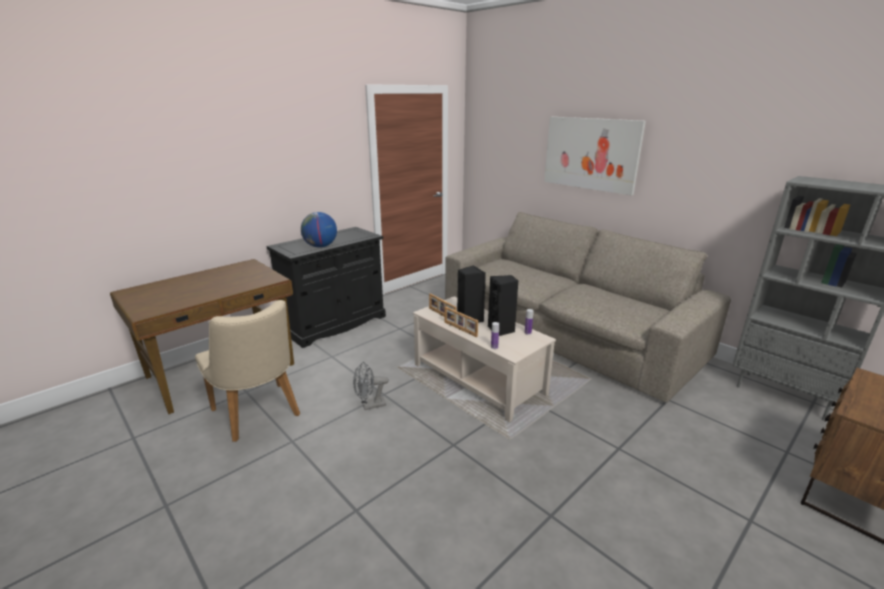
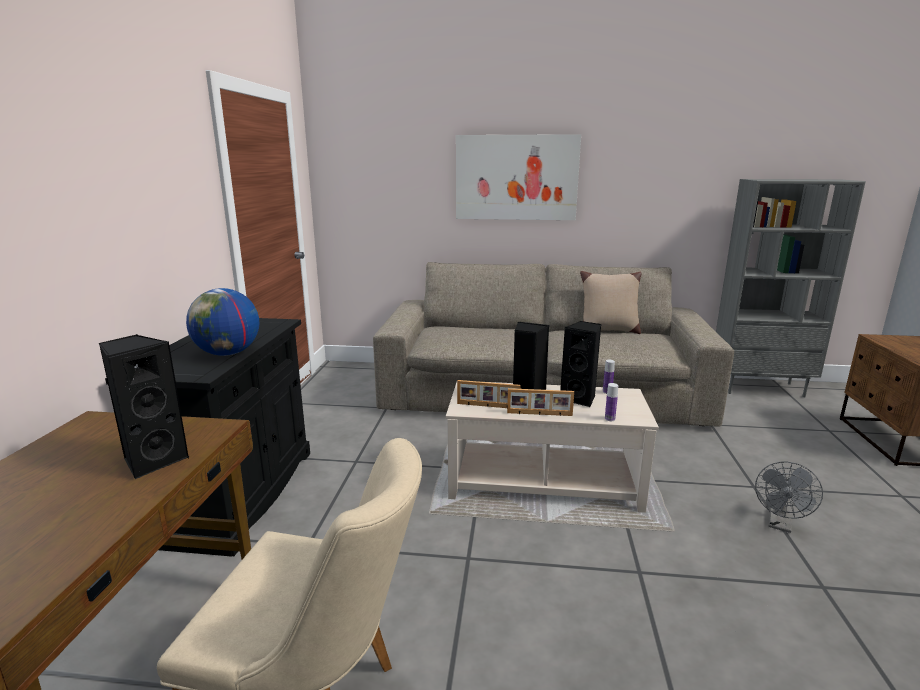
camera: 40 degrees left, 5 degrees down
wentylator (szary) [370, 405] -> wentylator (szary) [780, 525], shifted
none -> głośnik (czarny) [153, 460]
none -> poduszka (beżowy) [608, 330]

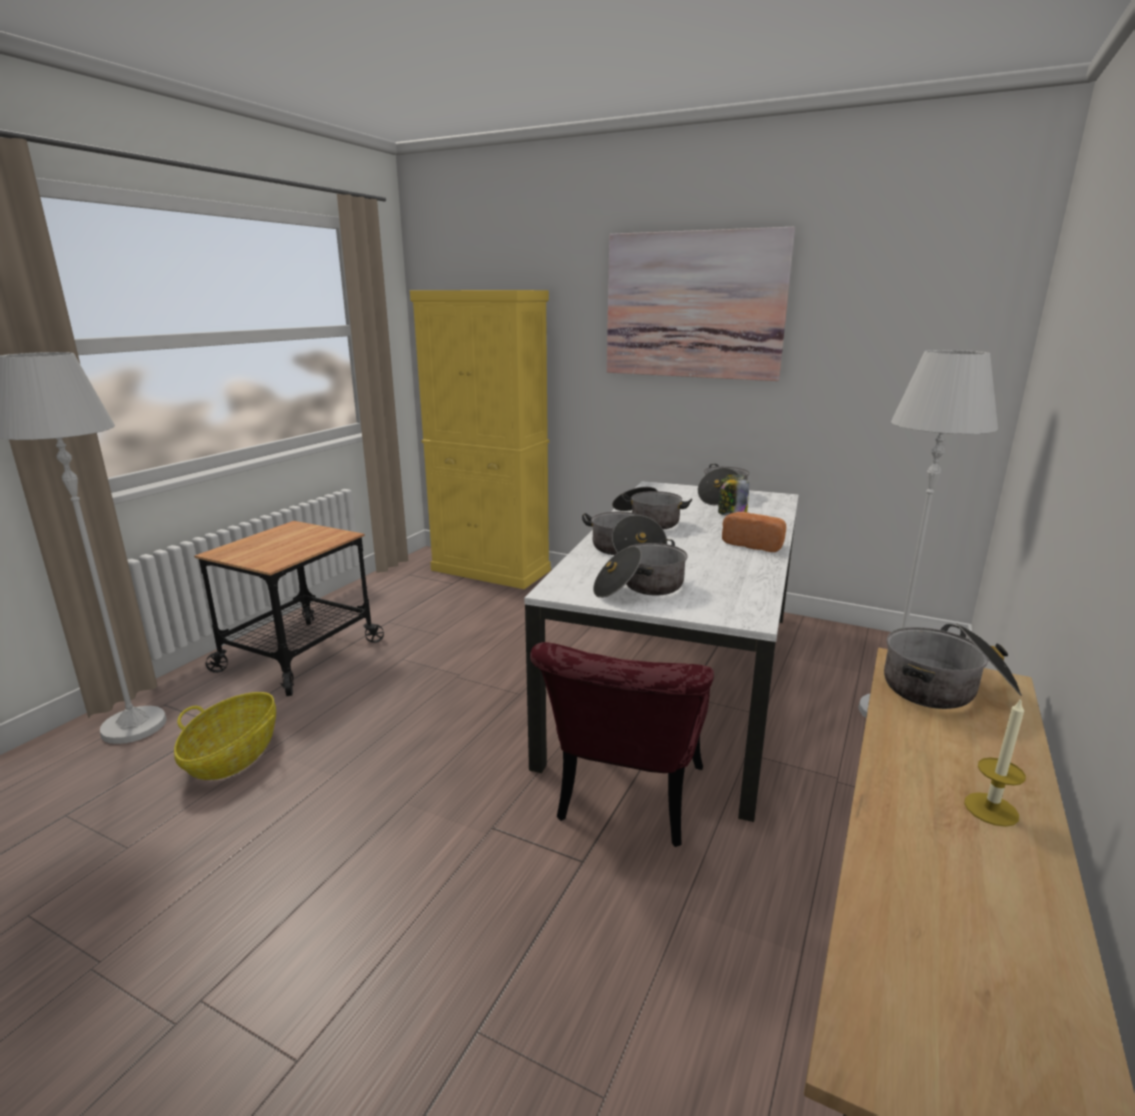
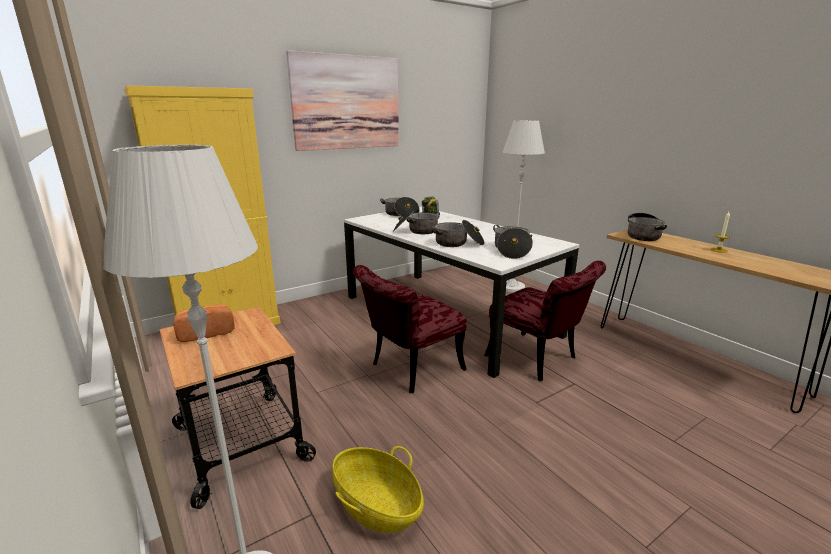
camera: 60 degrees left, 0 degrees up
chleb [755, 544] -> chleb [206, 332], shifted
none -> krzesło (czerwony) [409, 370]

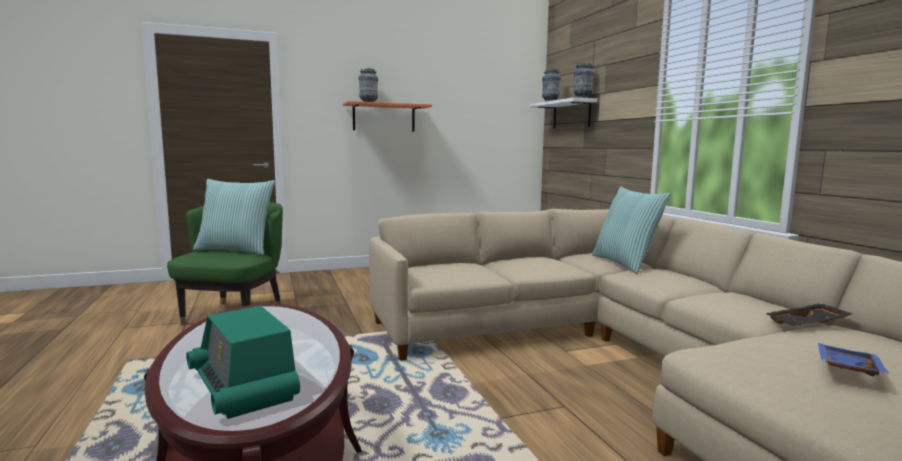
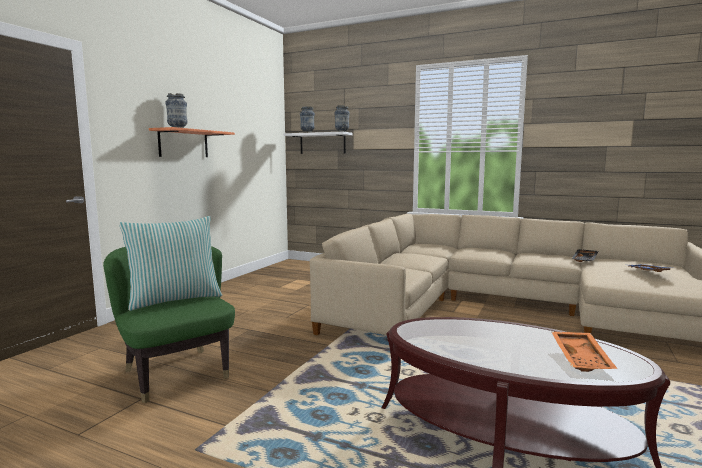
camera: 45 degrees left, 0 degrees up
radio [243, 386] -> taca (pomarańczowy) [582, 358]
poduszka [625, 264] -> none

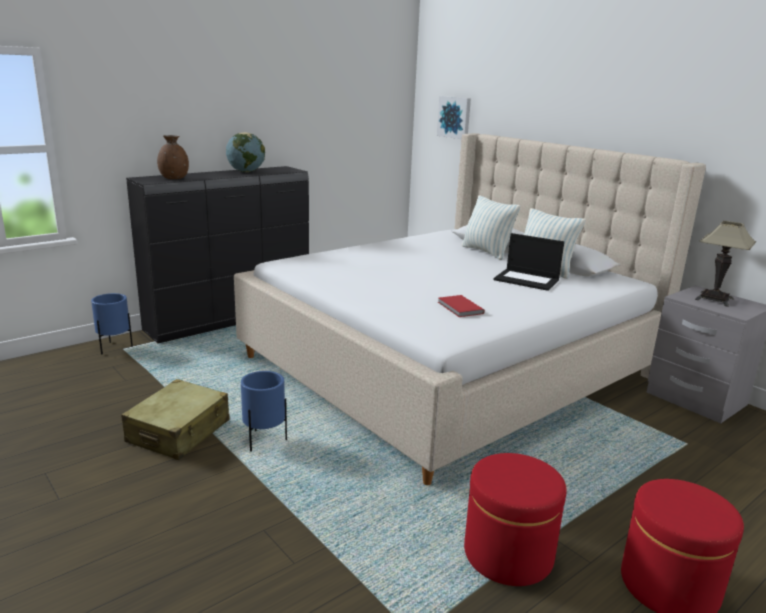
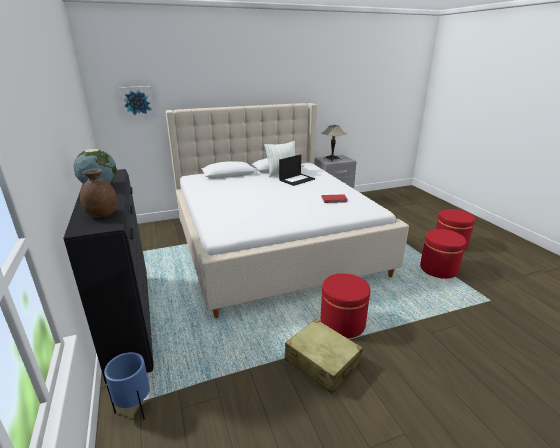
camera: 70 degrees left, 5 degrees up
donica (niebieski) [264, 441] -> pufa (czerwony) [342, 323]
poduszka [486, 252] -> none

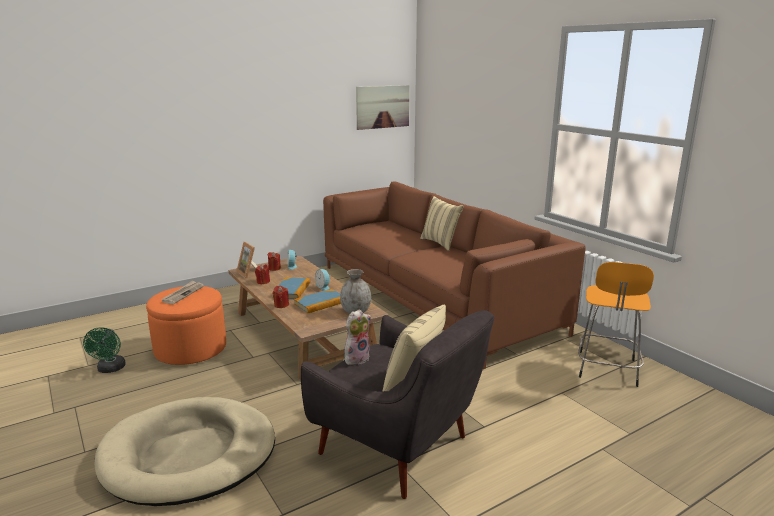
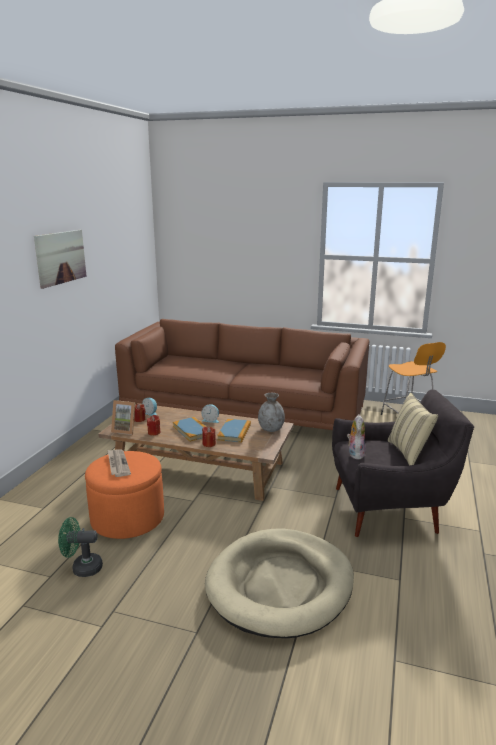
camera: 40 degrees left, 0 degrees up
wentylator (zielony) [110, 369] -> wentylator (zielony) [82, 568], 135 degrees clockwise
obraz [382, 107] -> obraz [61, 257], shifted
poduszka (beżowy) [441, 243] -> none

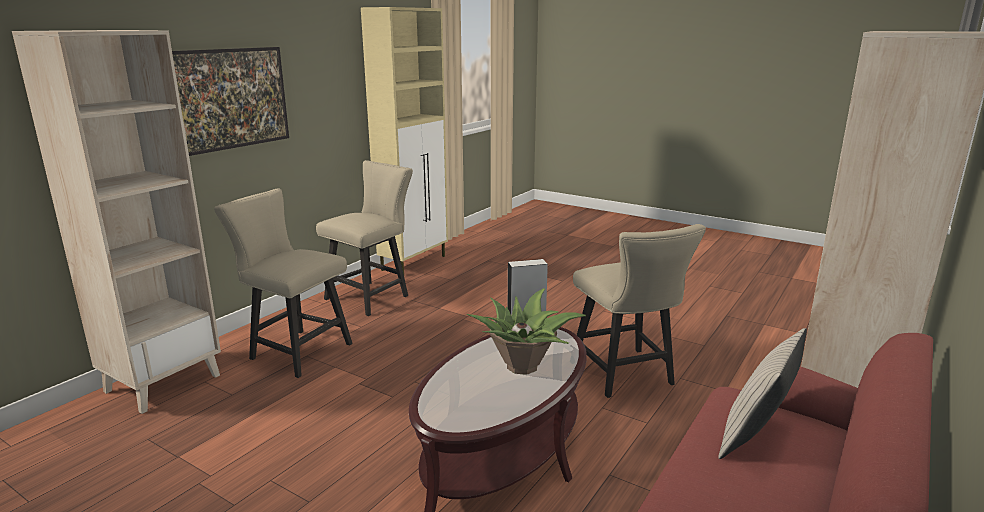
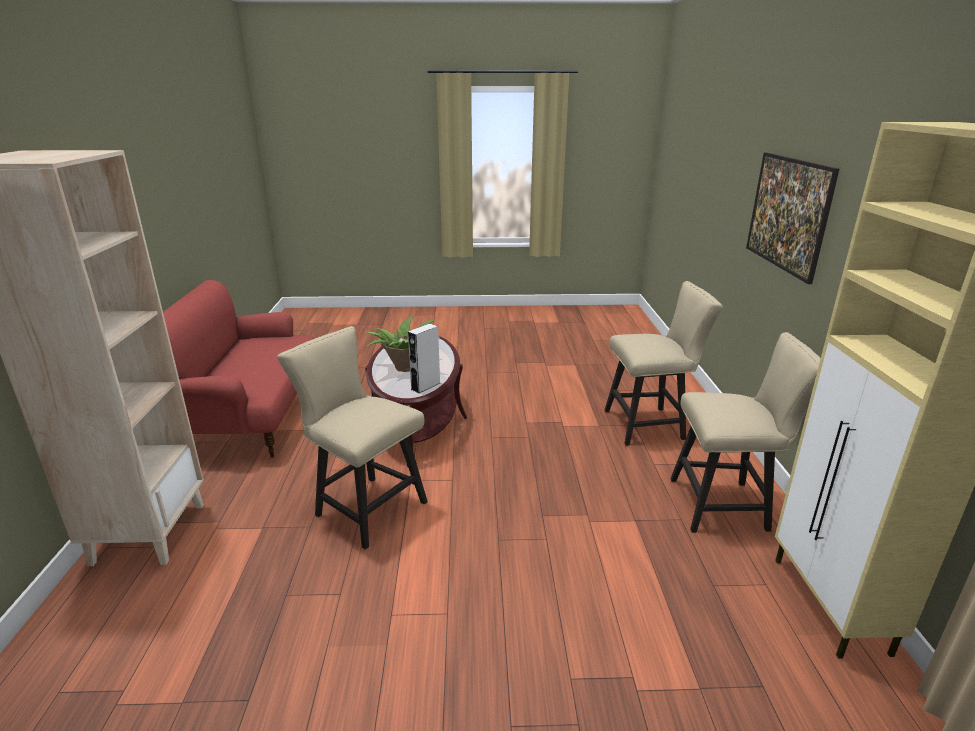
camera: 145 degrees right, 5 degrees up
regał (beżowy) [163, 382] -> none
krzesło (beżowy) [372, 296] -> krzesło (beżowy) [726, 505], 90 degrees counterclockwise
poduszka (beżowy) [756, 436] -> none

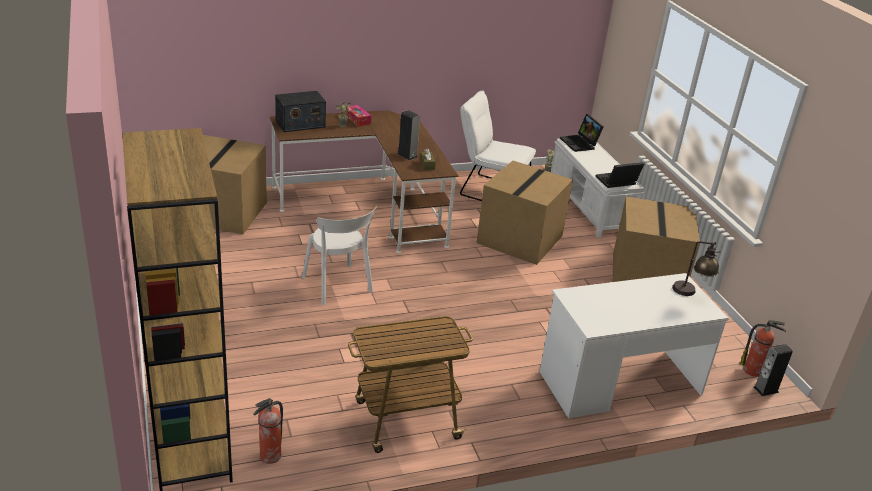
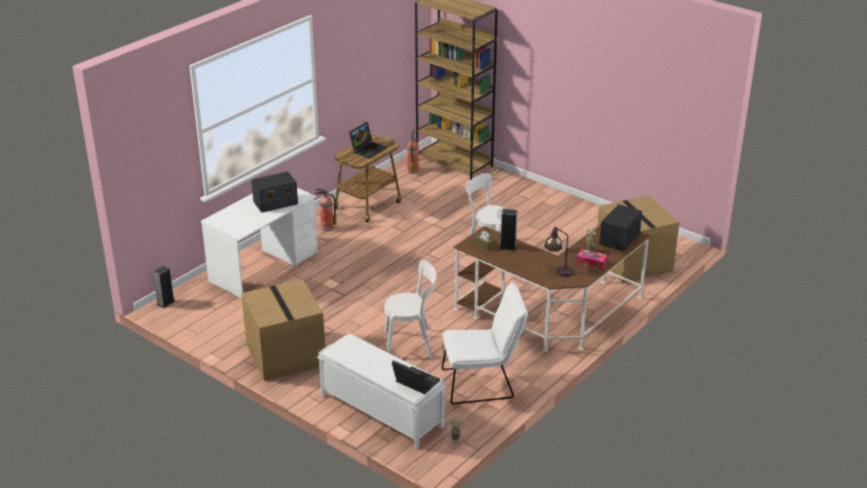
camera: 150 degrees right, 0 degrees up
karton [519, 238] -> krzesło (biały) [411, 343]
laptop [616, 182] -> laptop [367, 149], shifted
lampa stołowa [690, 294] -> lampa stołowa [558, 270], shifted
gaśnica [753, 371] -> gaśnica [326, 228], shifted
none -> radio [275, 202]

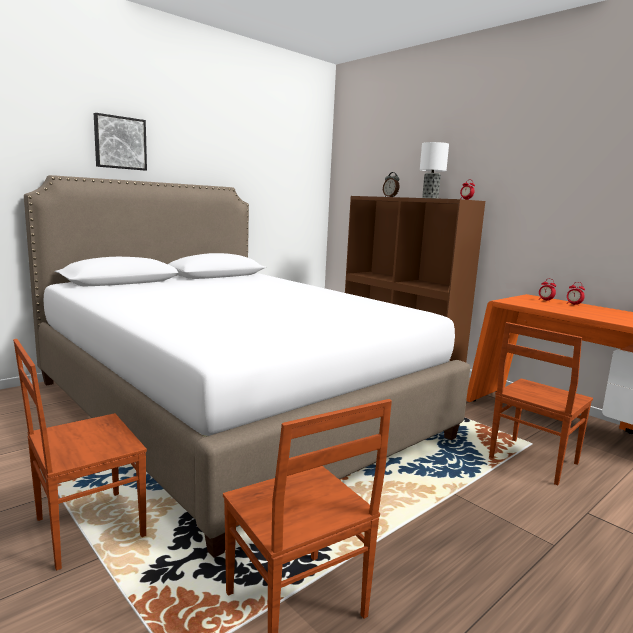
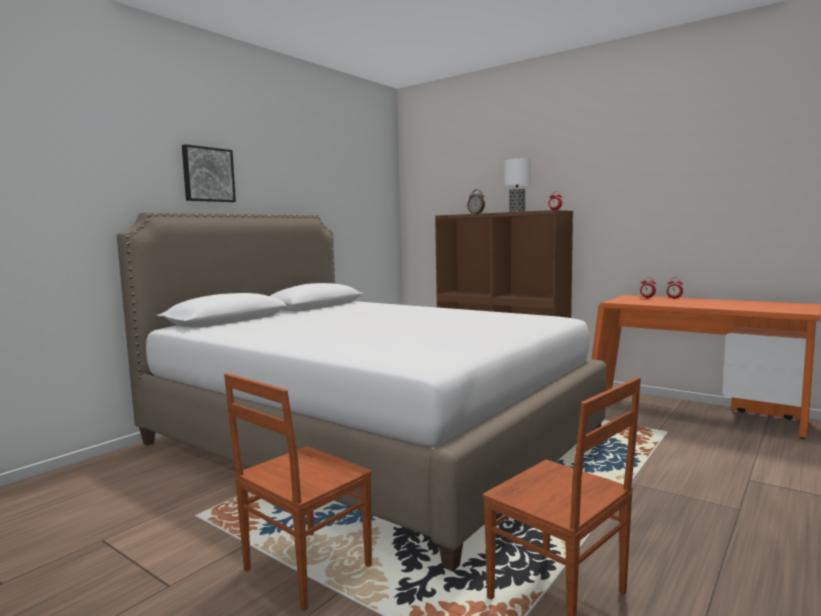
camera: 10 degrees left, 5 degrees down
krzesło (brązowy) [531, 461] -> none

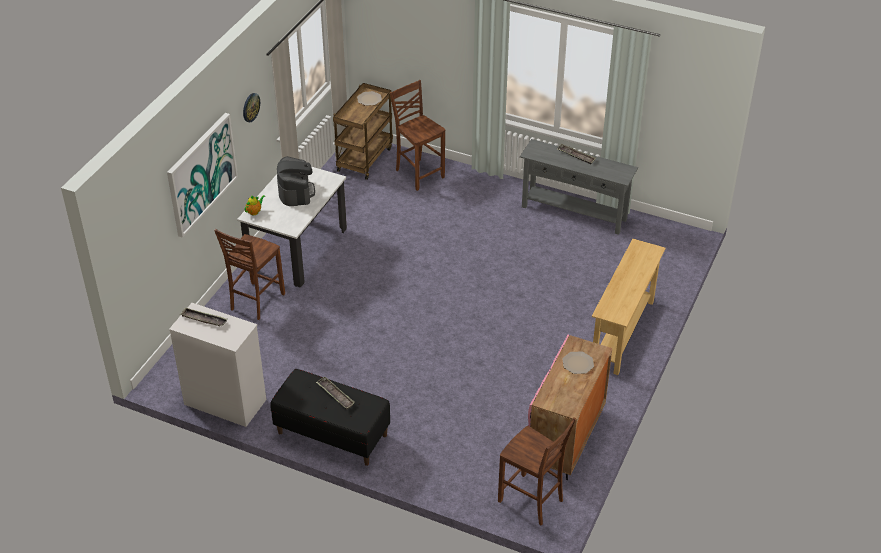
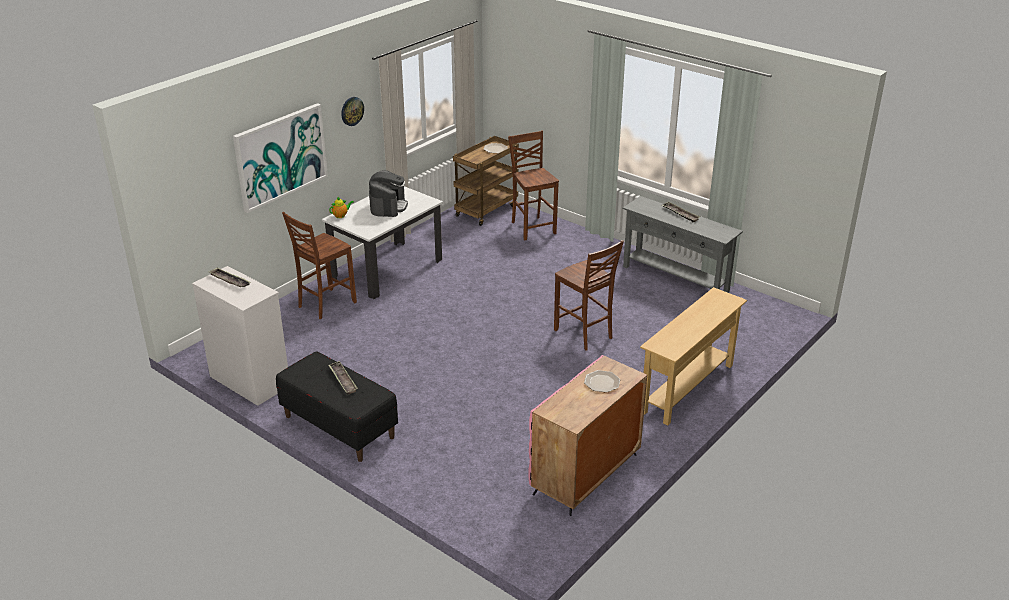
camera: 15 degrees right, 10 degrees down
krzesło (brązowy) [532, 501] -> krzesło (brązowy) [584, 334], shifted

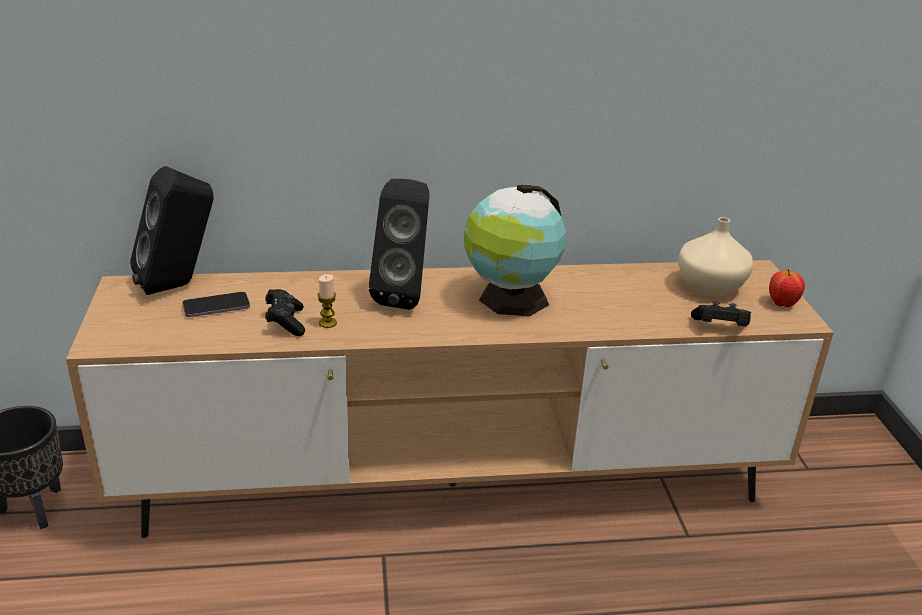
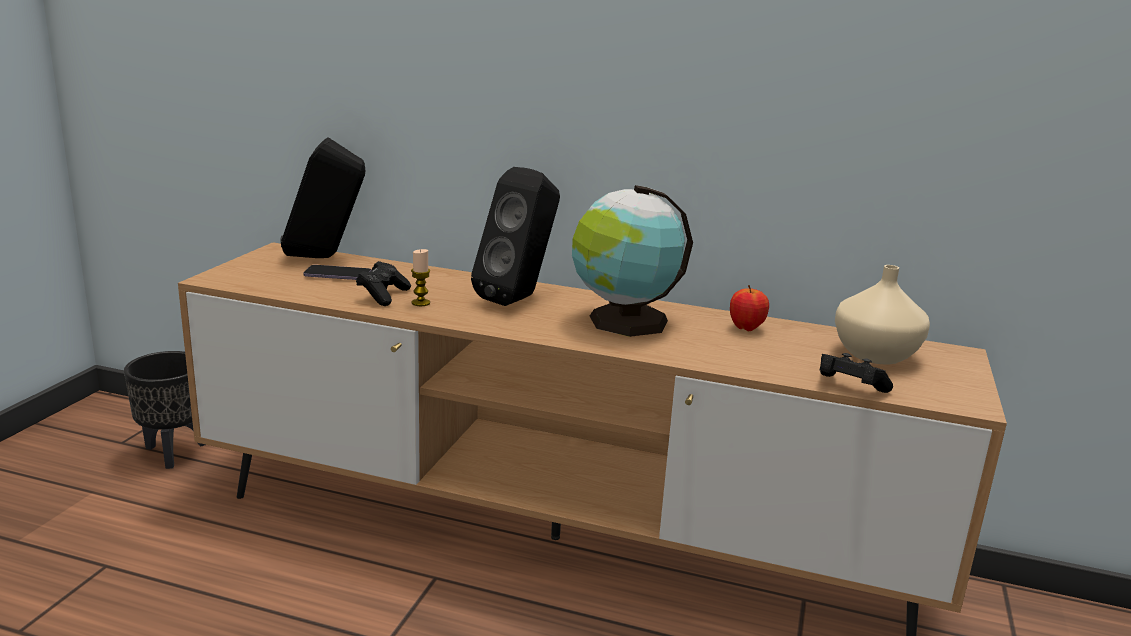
camera: 25 degrees right, 10 degrees down
jabłko [782, 304] -> jabłko [746, 328], shifted

